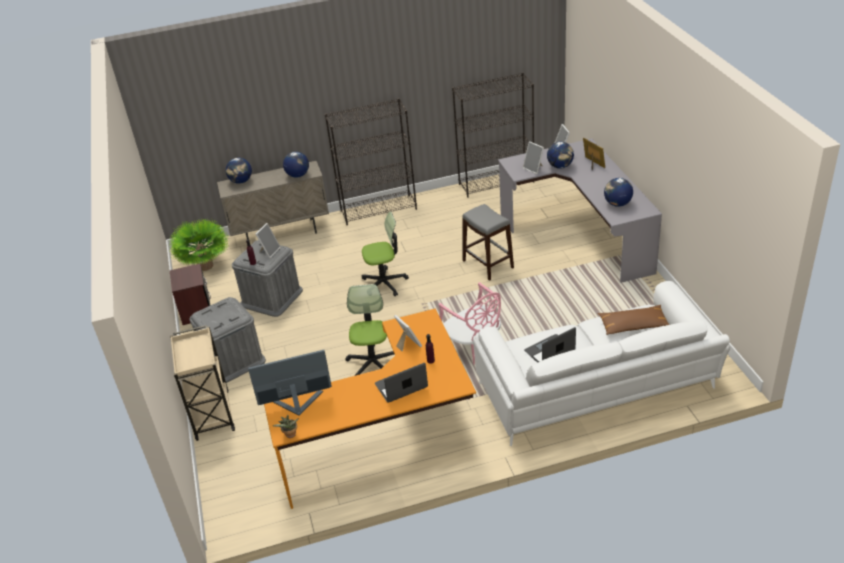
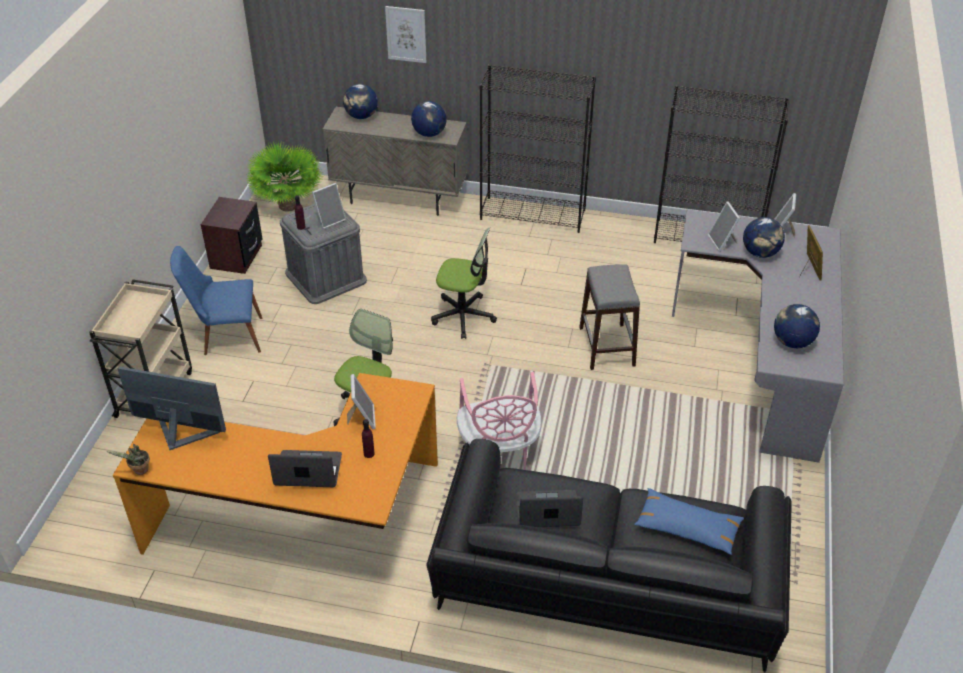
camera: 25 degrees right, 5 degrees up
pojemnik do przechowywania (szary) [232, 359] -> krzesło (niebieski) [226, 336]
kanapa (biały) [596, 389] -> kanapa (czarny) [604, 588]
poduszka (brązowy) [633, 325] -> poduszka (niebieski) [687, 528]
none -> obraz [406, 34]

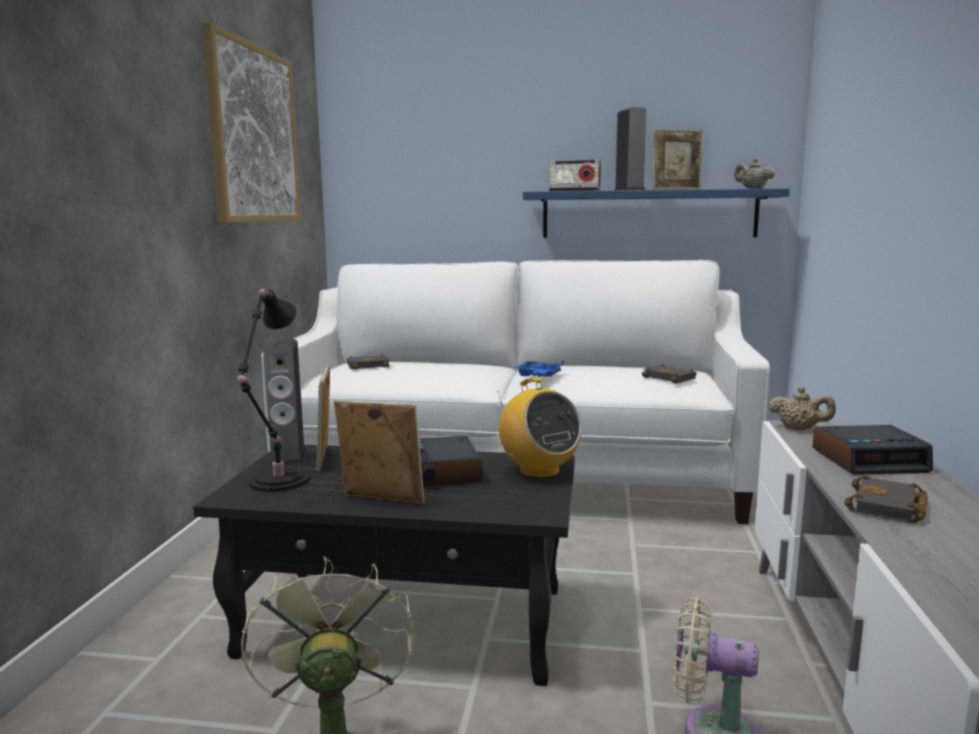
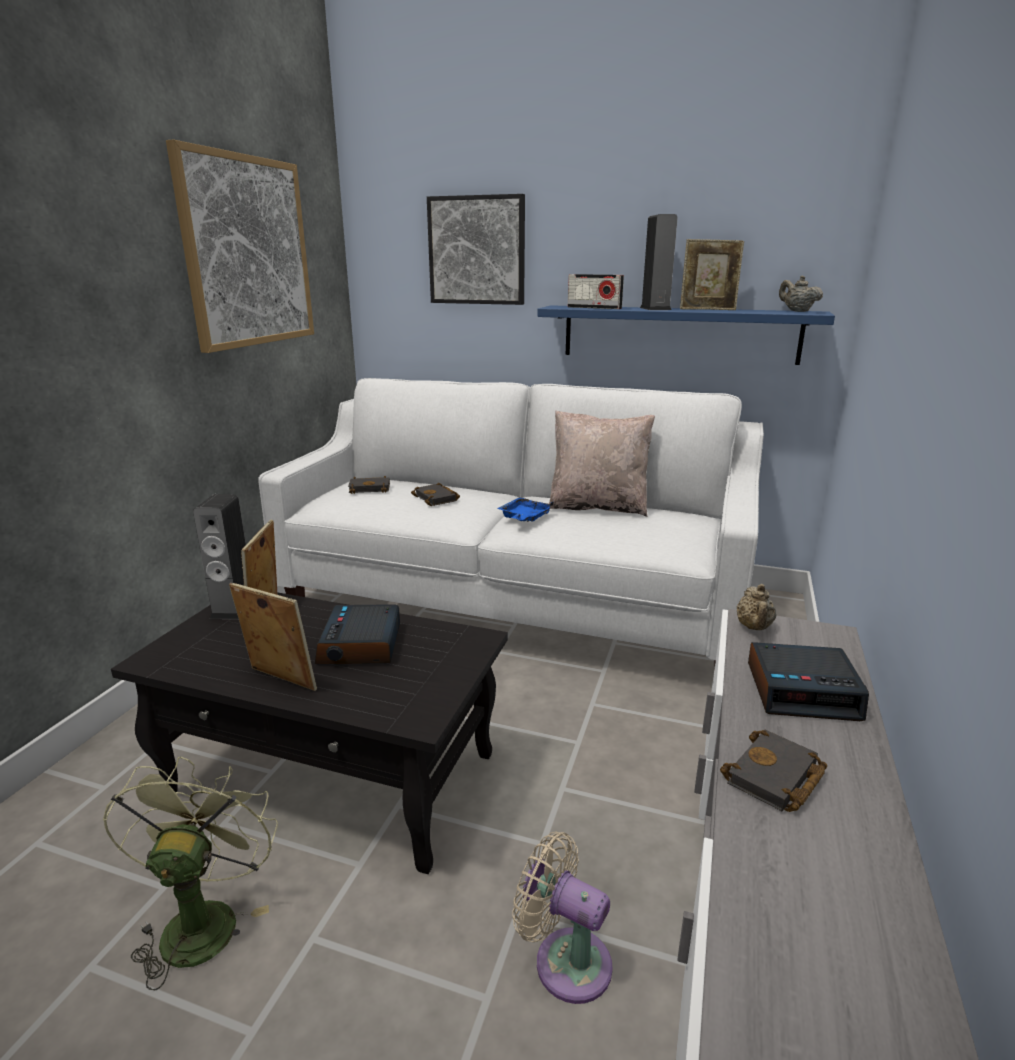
camera: 10 degrees right, 10 degrees up
lampa stołowa (czarny) [276, 482] -> none
radio [538, 471] -> none
książka (czarny) [671, 378] -> książka (czarny) [437, 498], shifted
imbryk (beżowy) [799, 429] -> imbryk (beżowy) [754, 628], 60 degrees clockwise
none -> obraz [477, 251]
none -> poduszka (beżowy) [598, 507]

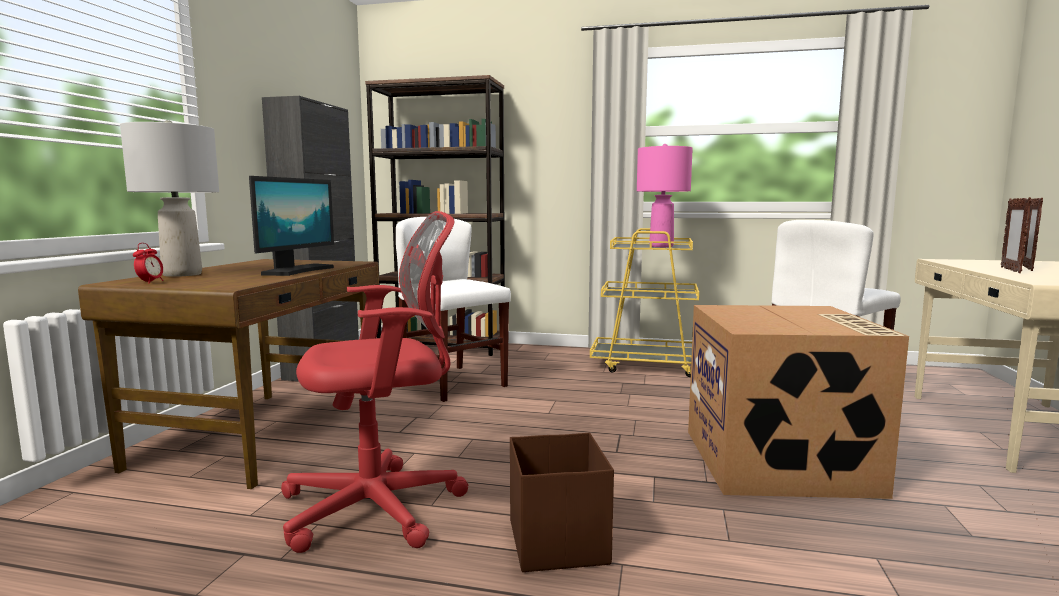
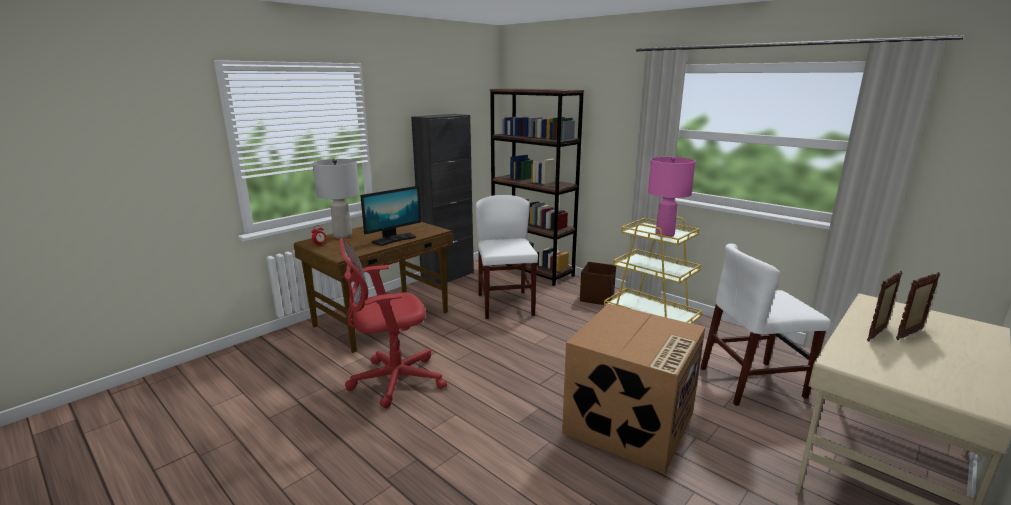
camera: 30 degrees right, 10 degrees up
krzesło biurowe (czerwony) [381, 507] -> krzesło biurowe (czerwony) [392, 381], 150 degrees clockwise
pojemnik do przechowywania (brązowy) [558, 541] -> pojemnik do przechowywania (brązowy) [597, 297], shifted

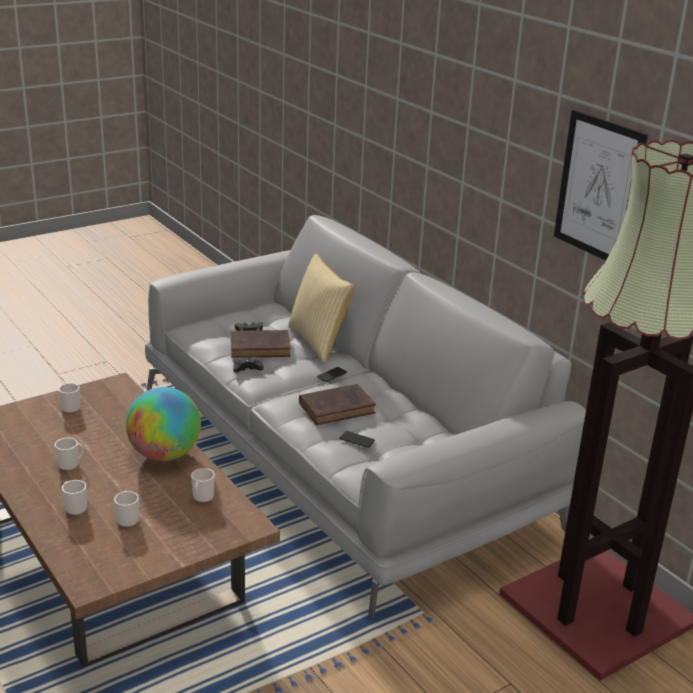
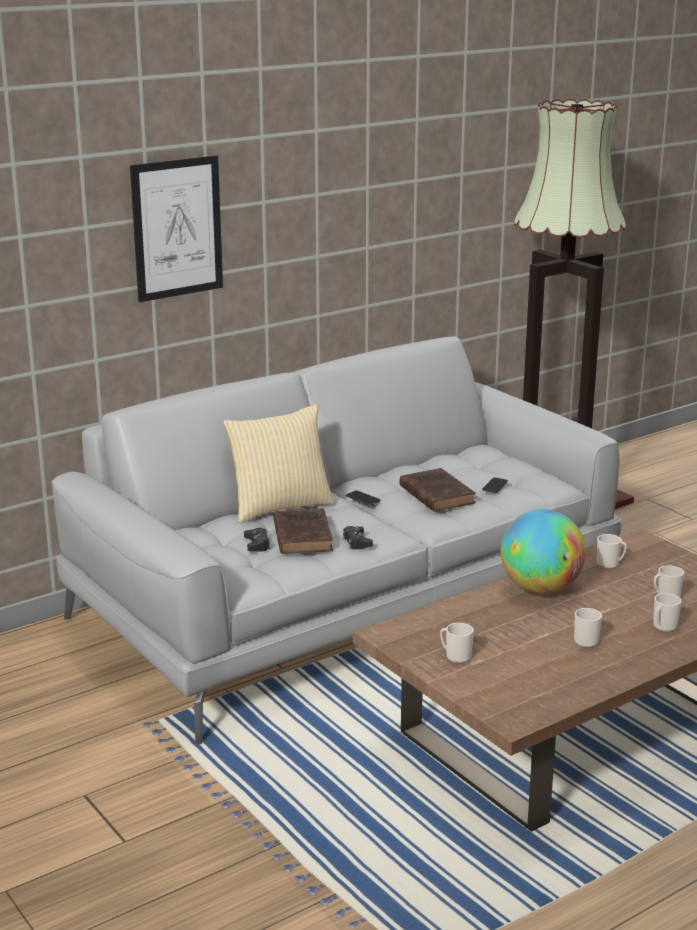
camera: 90 degrees left, 5 degrees down
obraz [599, 188] -> obraz [177, 228], shifted

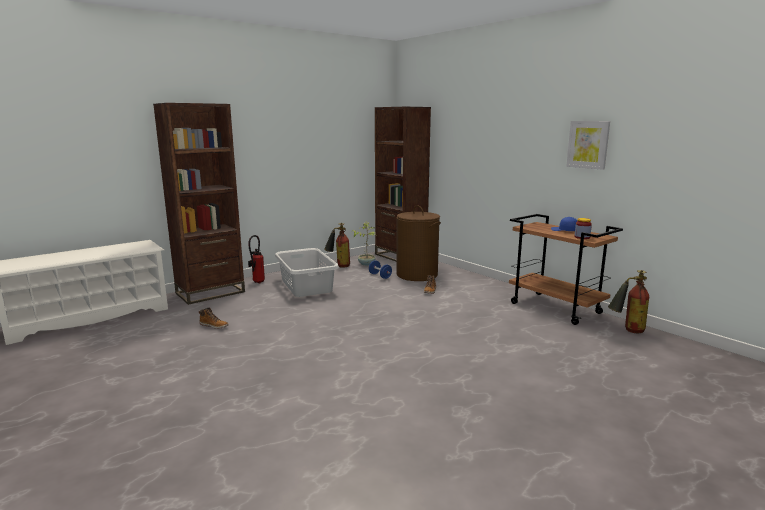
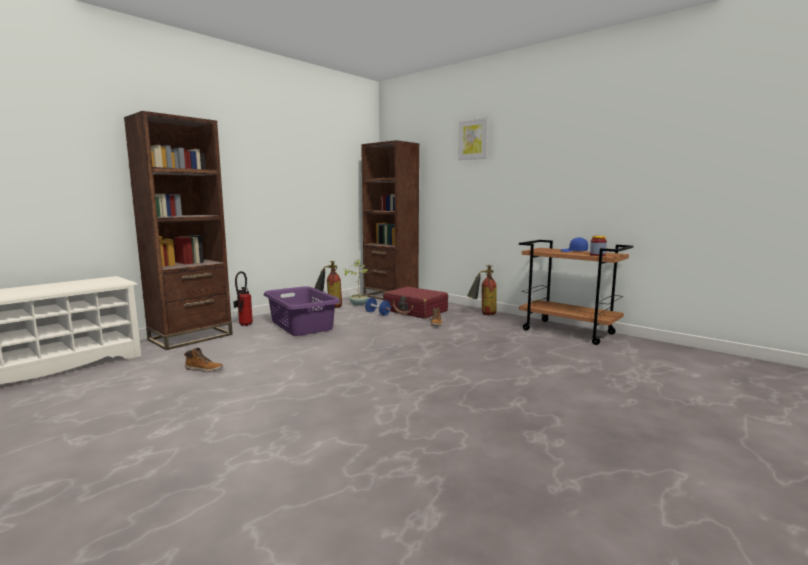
camera: 10 degrees left, 5 degrees down
kosz na pranie (szary) [307, 285] -> kosz na pranie (fioletowy) [302, 325]
kosz na pranie (brązowy) [417, 275] -> walizka (czerwony) [415, 311]
obraz [588, 144] -> obraz [473, 139], shifted
gaśnica [626, 330] -> gaśnica [483, 314], shifted

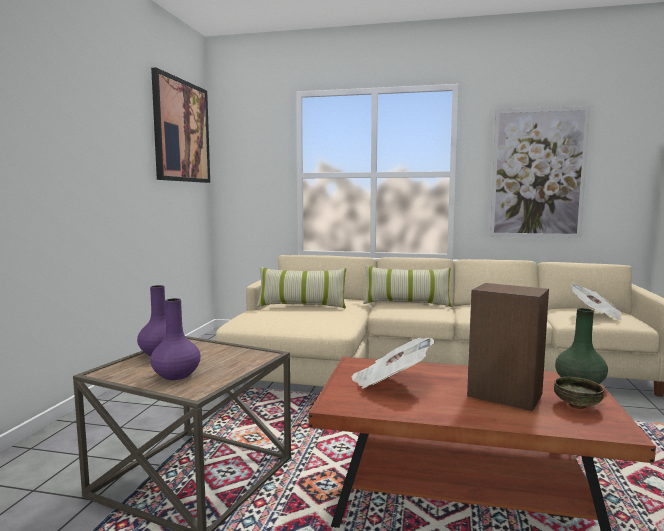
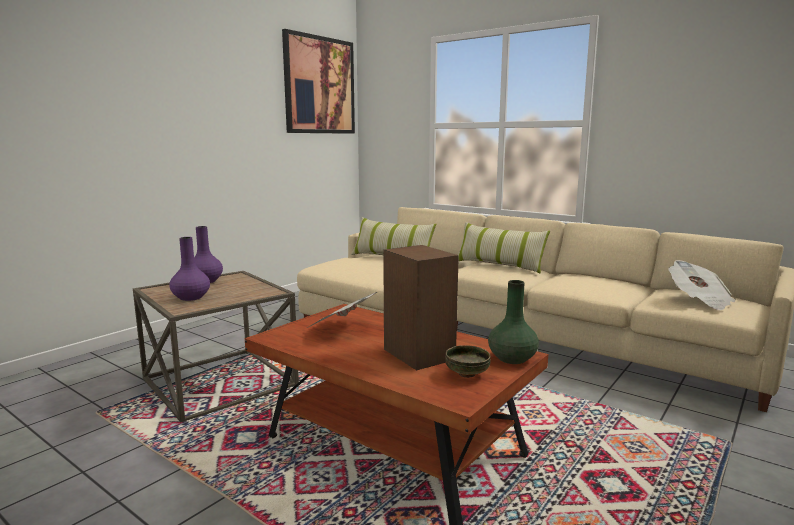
camera: 25 degrees right, 5 degrees up
obraz [537, 173] -> none

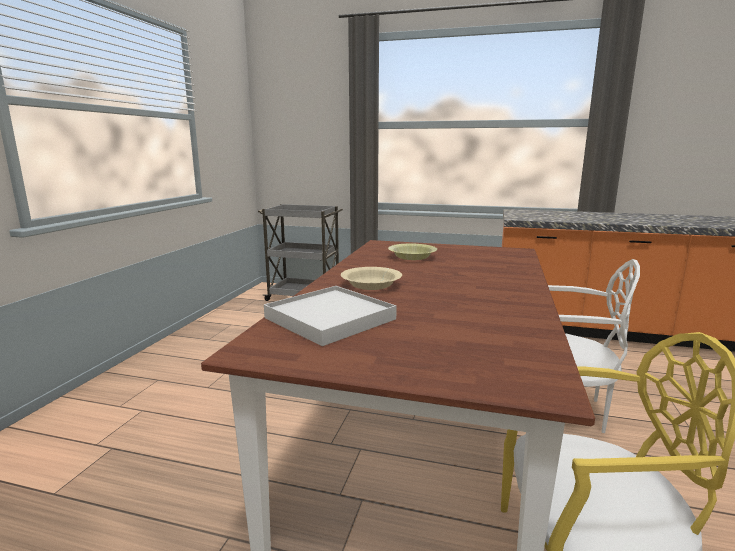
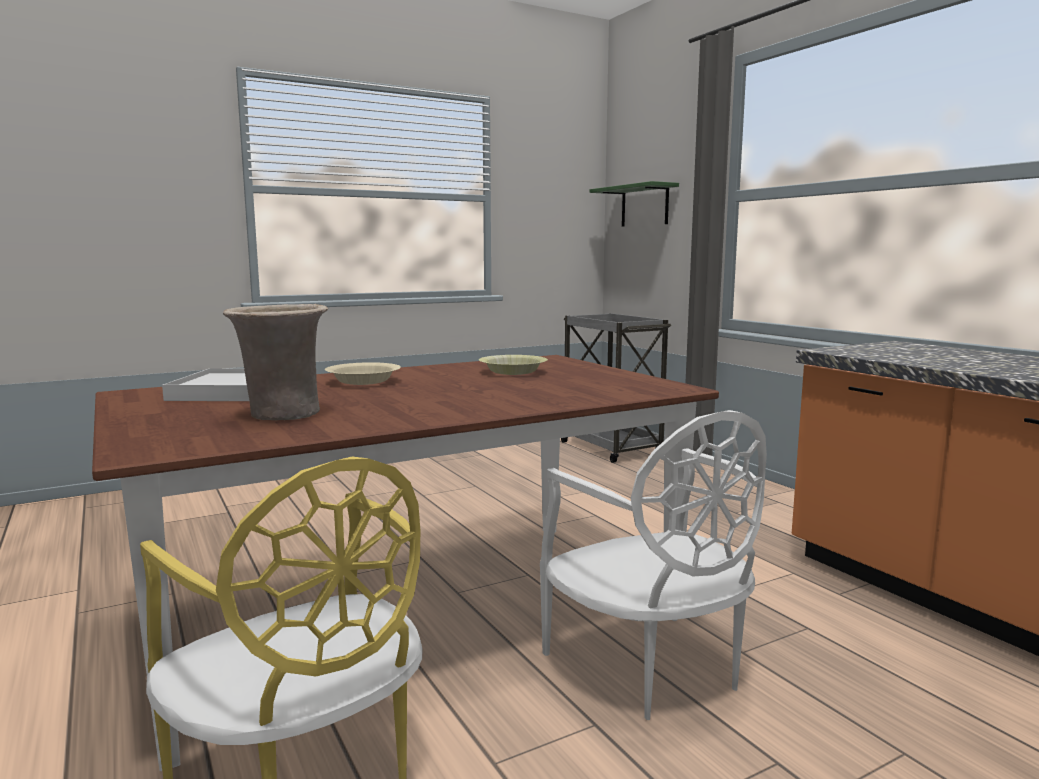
camera: 45 degrees right, 5 degrees down
none -> wazon (beżowy) [282, 415]
none -> półka (zielony) [644, 206]

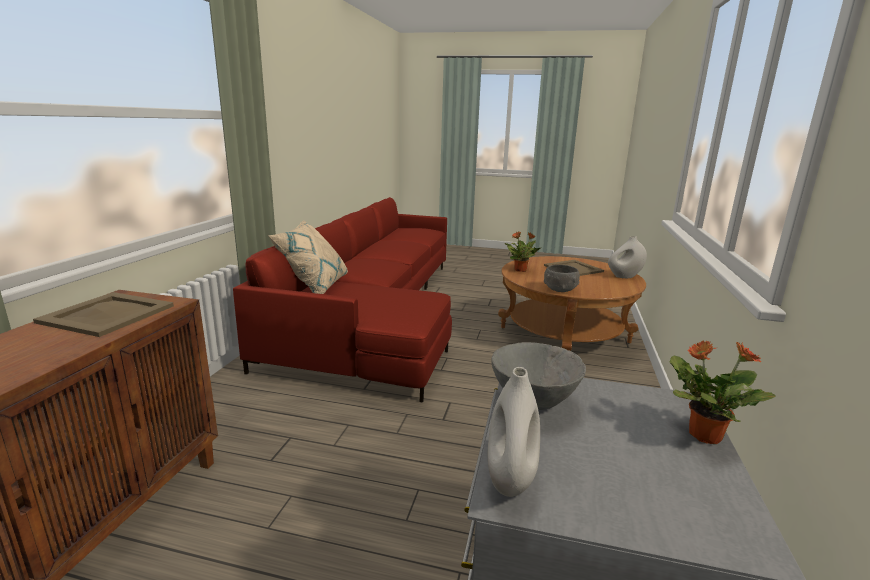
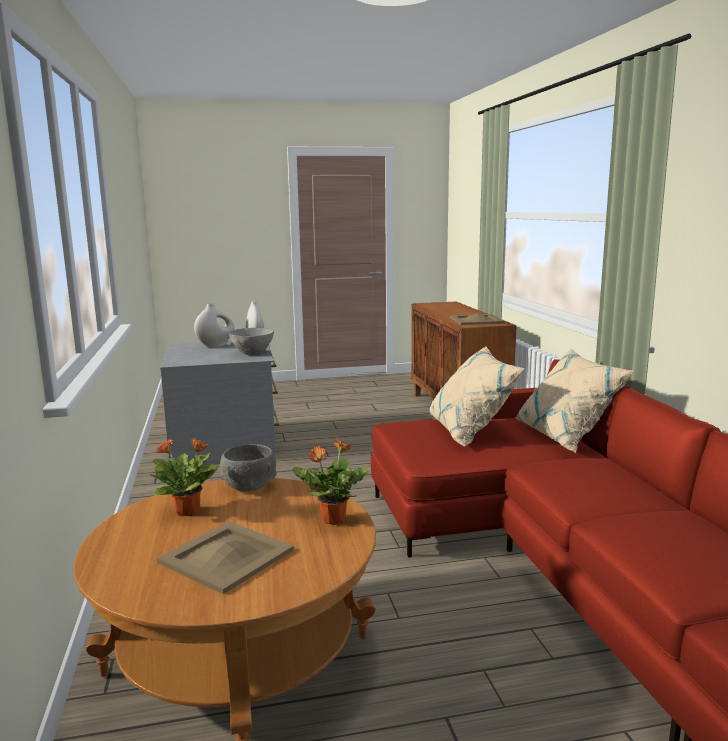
camera: 155 degrees right, 5 degrees down
wazon (biały) [624, 276] -> wazon (biały) [215, 345], shifted
roślina doniczkowa [703, 435] -> roślina doniczkowa [189, 511], shifted
none -> poduszka (beżowy) [471, 431]

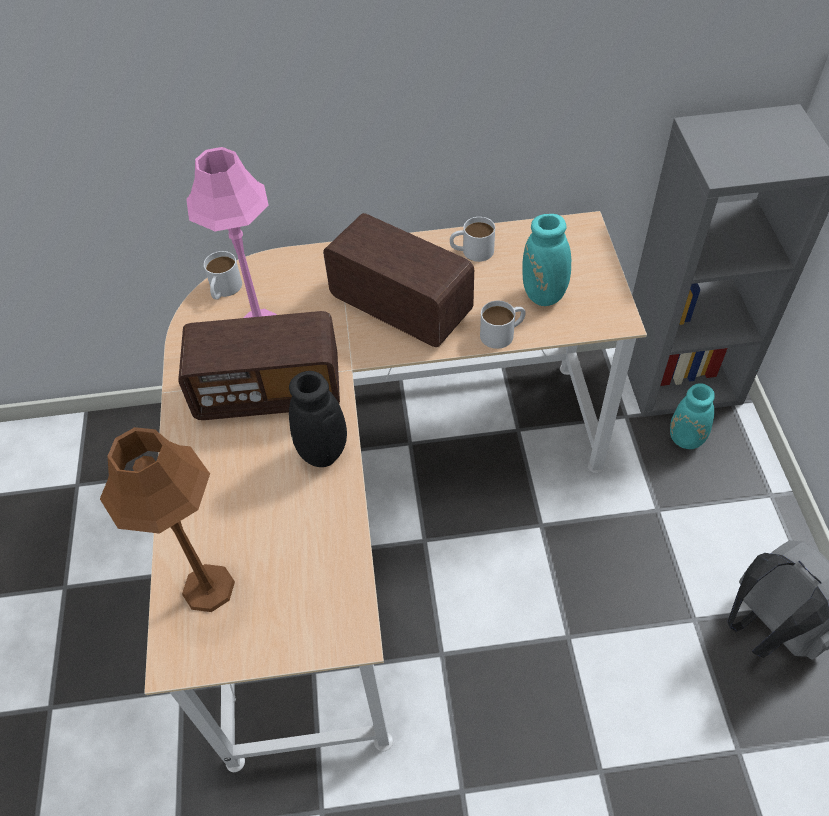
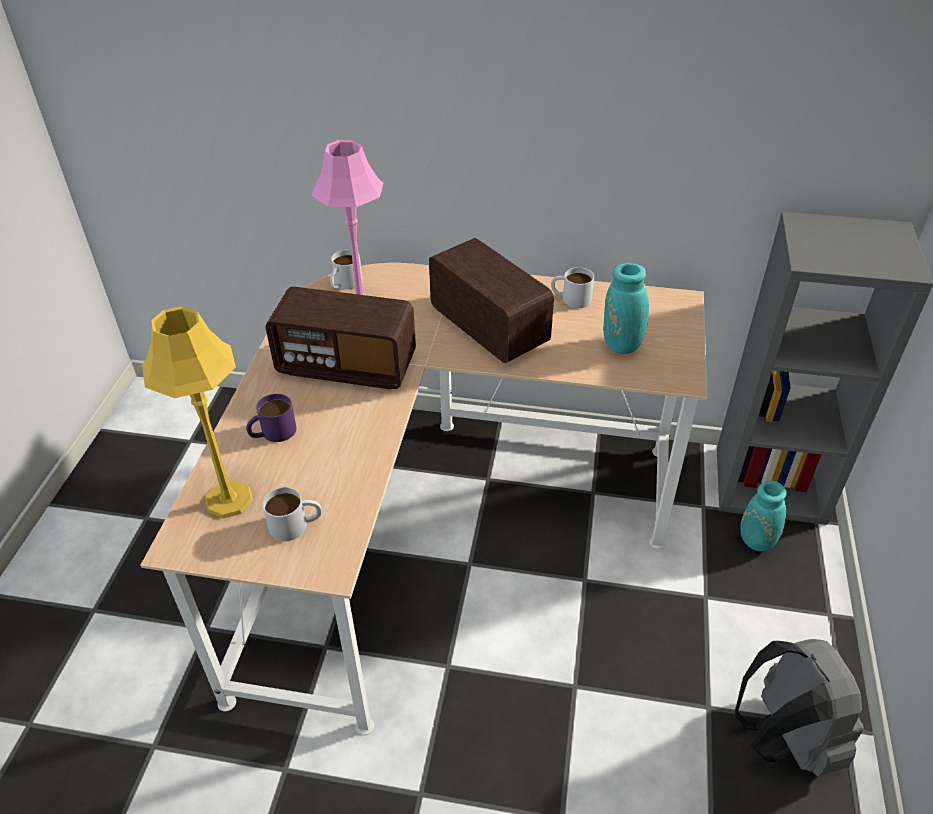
camera: 15 degrees right, 10 degrees down
lampa stołowa (brązowy) [208, 587] -> lampa stołowa (żółty) [229, 499]
wazon (czarny) [322, 456] -> none
kubek (biały) [503, 333] -> kubek (biały) [296, 525], shifted
none -> kubek (fioletowy) [272, 433]

